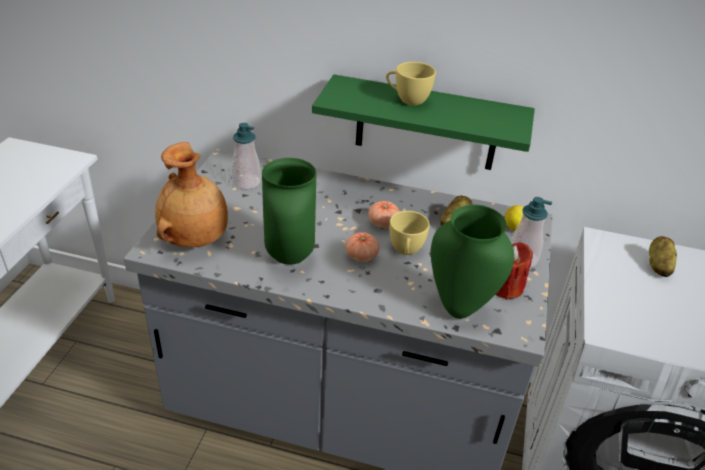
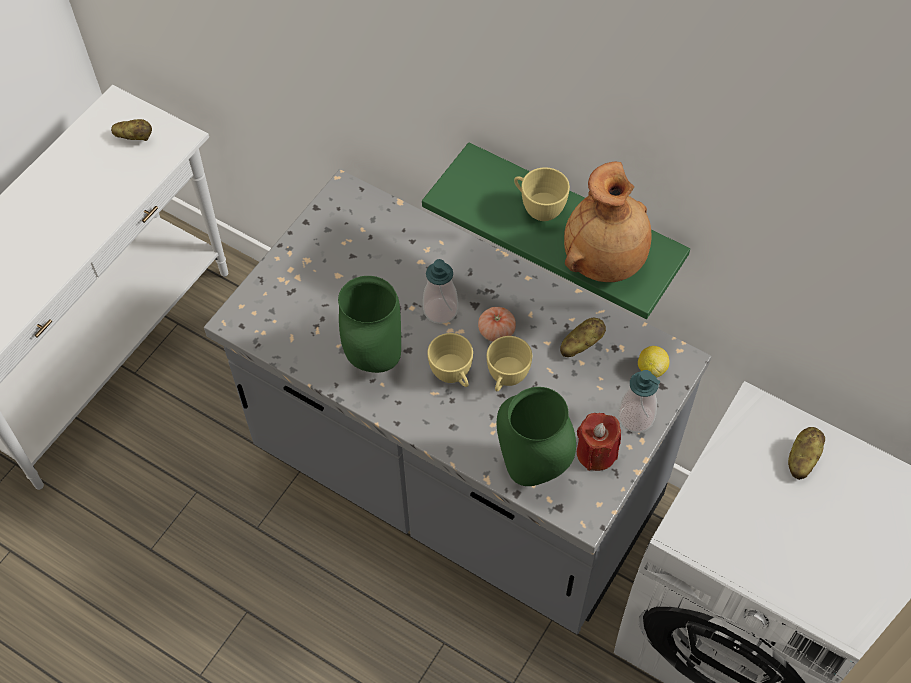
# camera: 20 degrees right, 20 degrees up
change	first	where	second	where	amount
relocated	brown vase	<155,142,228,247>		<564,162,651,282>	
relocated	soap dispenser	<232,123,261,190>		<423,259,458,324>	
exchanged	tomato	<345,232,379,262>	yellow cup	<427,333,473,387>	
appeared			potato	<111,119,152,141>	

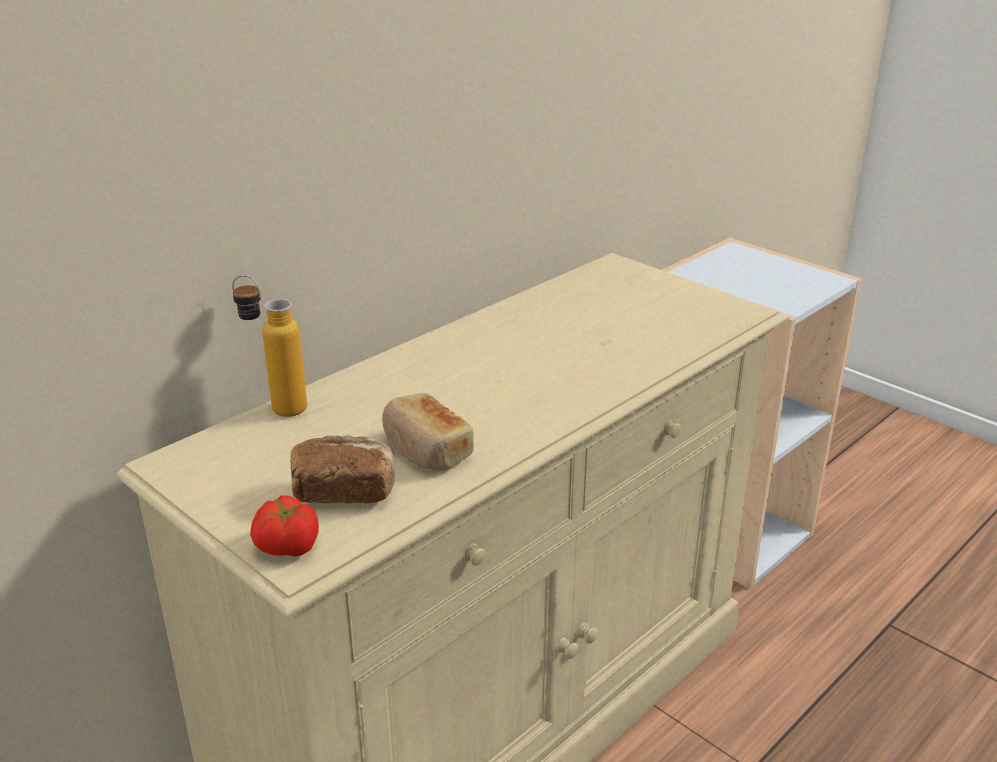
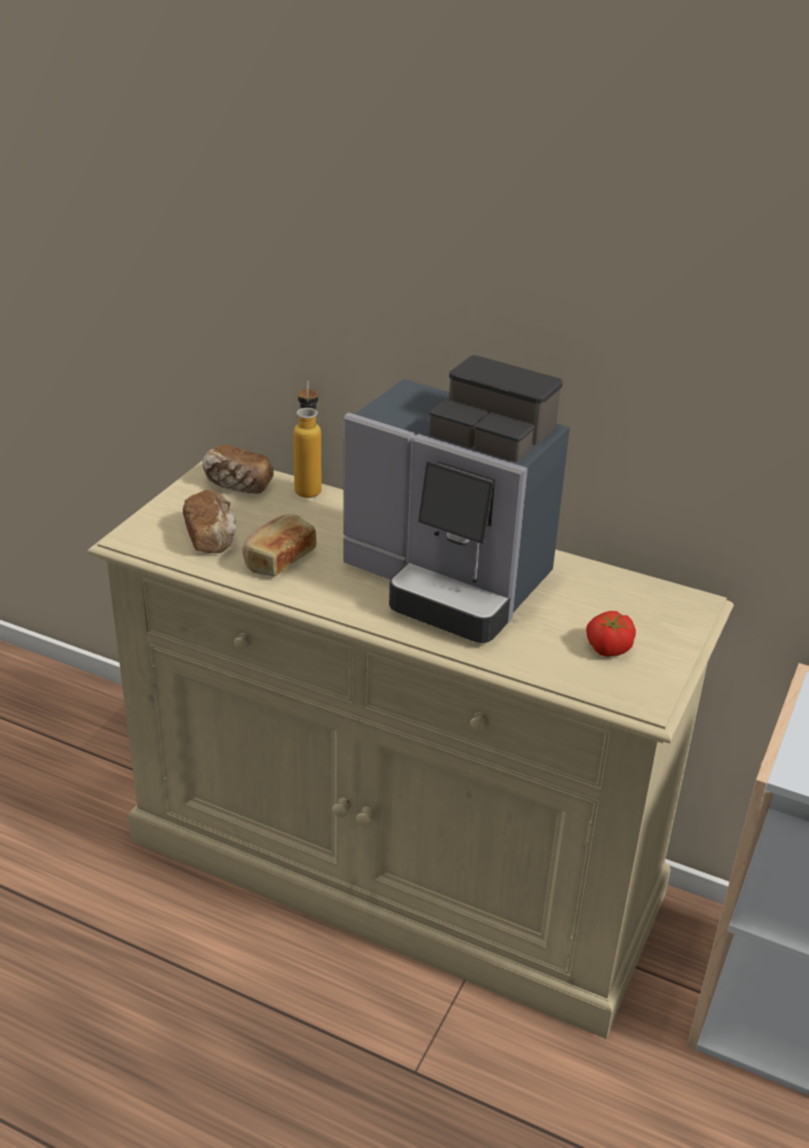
# camera: 70 degrees right, 5 degrees up
change	first	where	second	where	amount
relocated	tomato	<250,495,319,556>		<586,611,636,657>	
appeared			bread	<203,445,274,494>	
appeared			coffee machine	<343,355,570,643>	

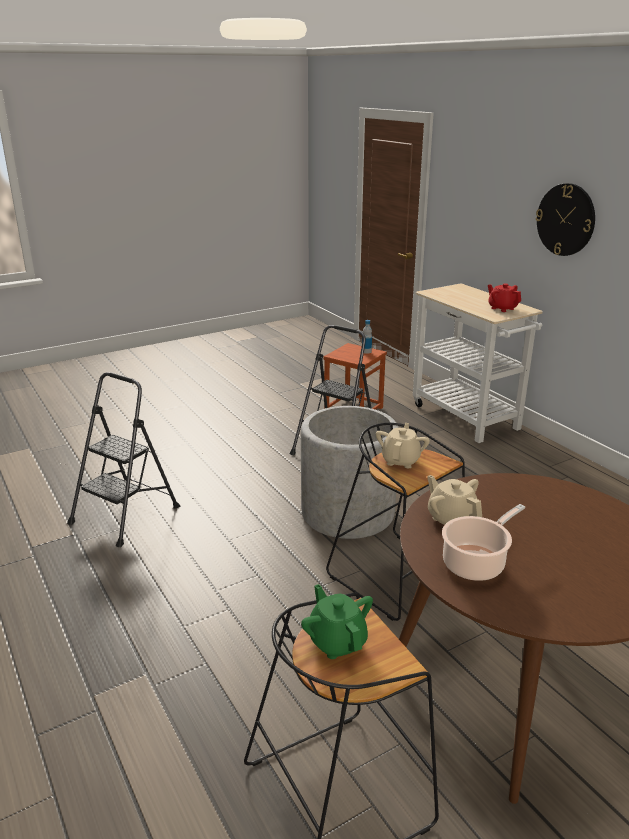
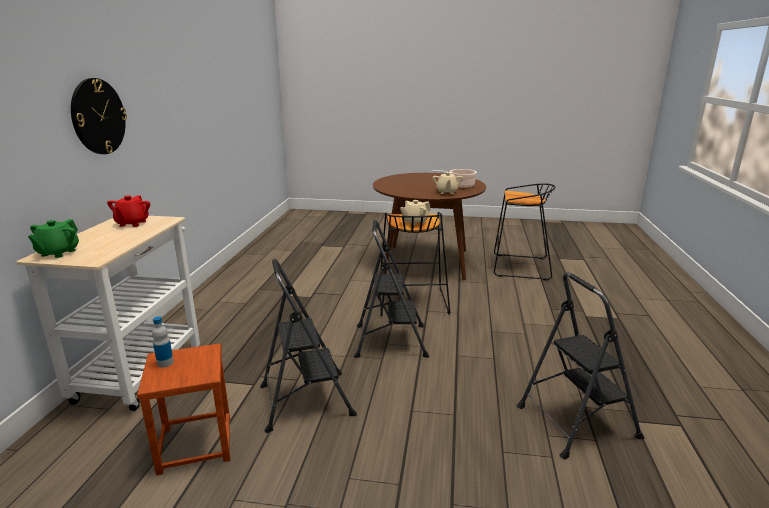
# camera: 140 degrees left, 5 degrees down
change	first	where	second	where	amount
exchanged	grey planter	<301,406,399,539>	black step ladder	<354,220,430,358>	
relocated	green teapot	<301,584,373,659>		<28,219,79,258>	

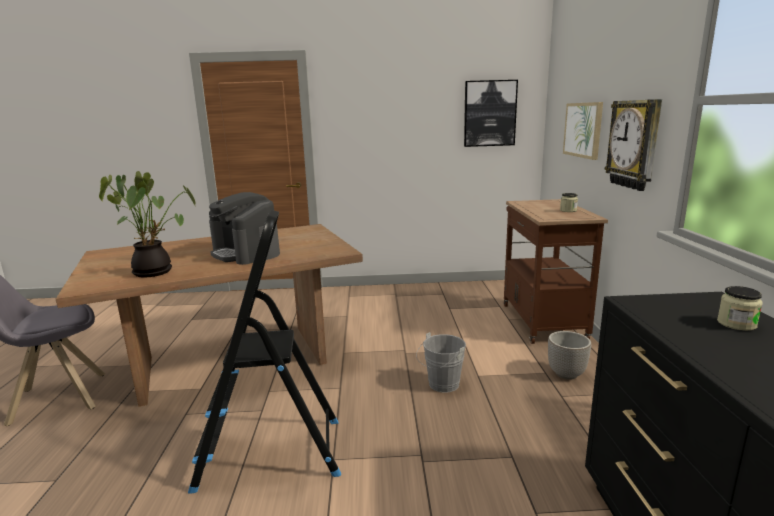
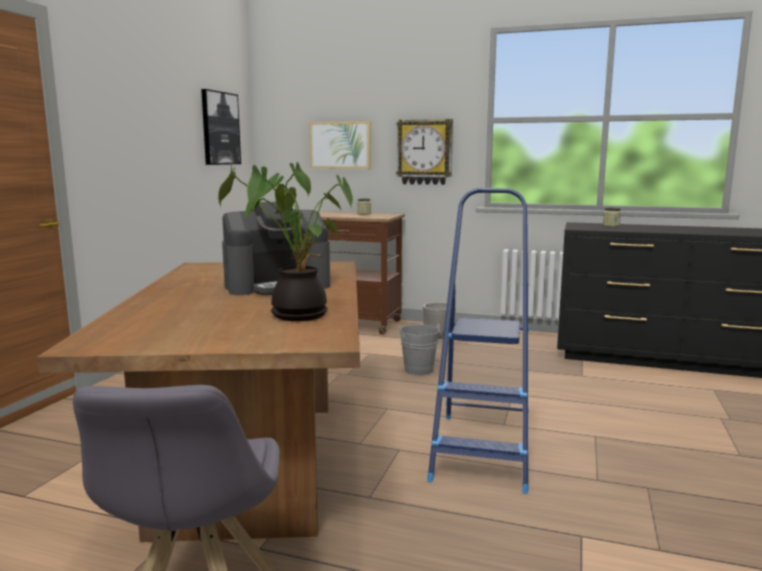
# camera: 70 degrees left, 5 degrees down
change	first	where	second	where	amount
colour	black step ladder	<188,210,341,494>	blue step ladder	<427,188,529,494>	

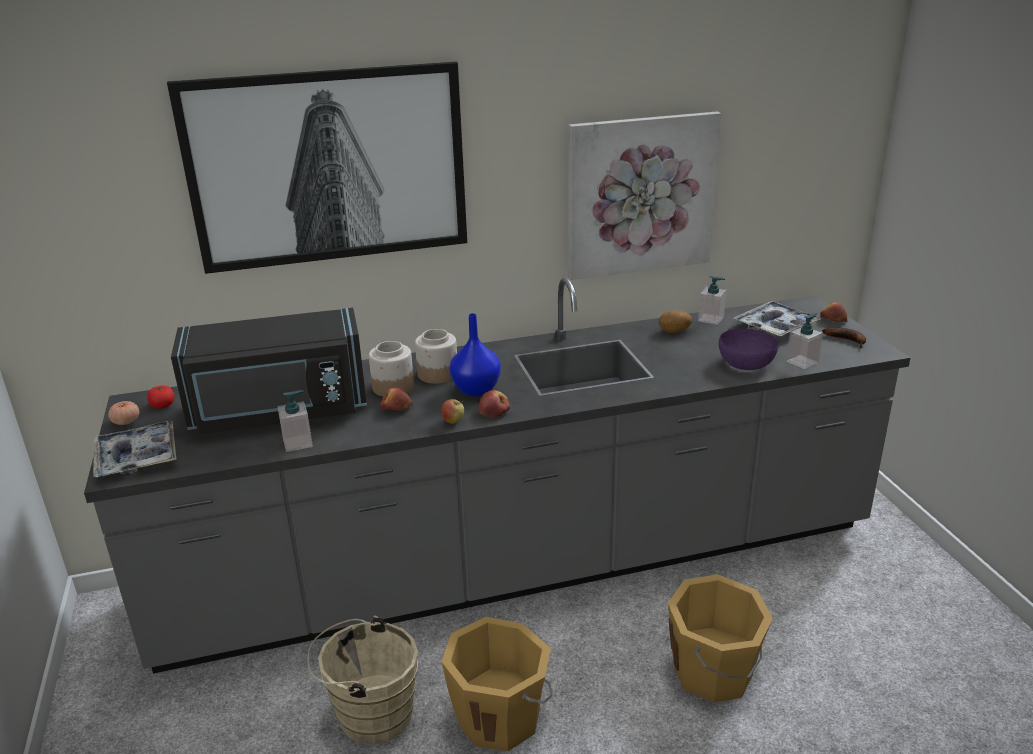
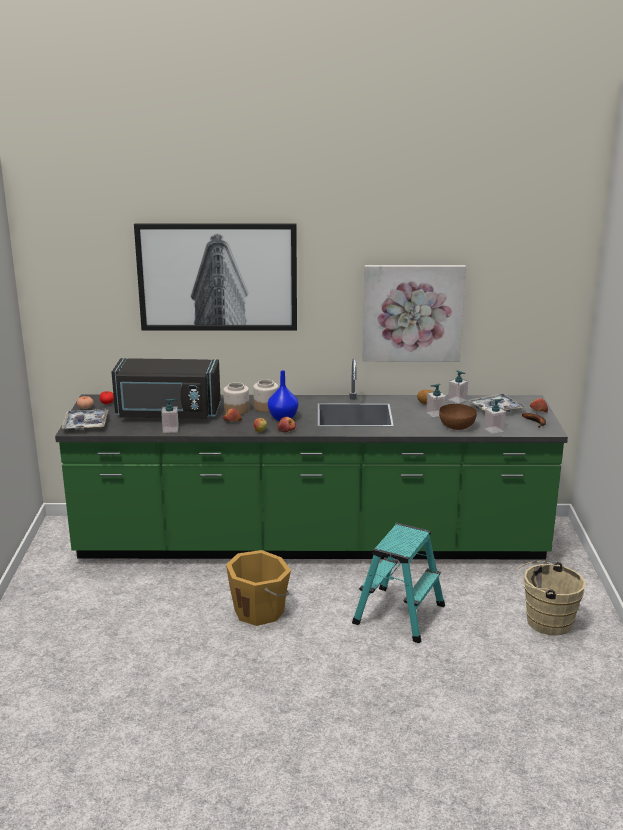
# camera: 15 degrees right, 5 degrees down
change	first	where	second	where	amount
colour	grey counter	<84,278,910,674>	green counter	<55,359,568,559>	
relocated	beige bucket	<308,615,418,744>		<518,561,586,635>	
exchanged	orange bucket	<668,574,773,703>	turquoise step ladder	<352,523,445,643>	
colour	purple bowl	<719,329,778,370>	brown bowl	<439,404,477,430>	
appeared			soap dispenser	<426,384,447,417>	

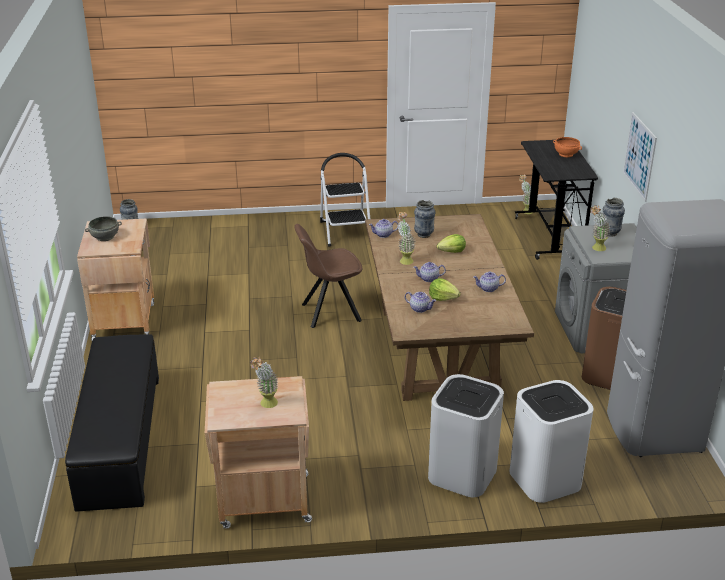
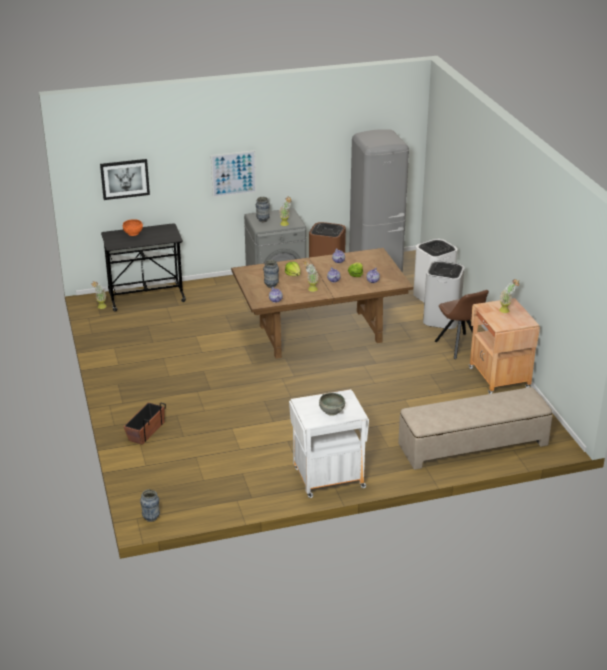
# camera: 100 degrees left, 0 degrees up
change	first	where	second	where	amount
colour	black bench	<65,334,159,512>	beige bench	<398,387,552,470>	
colour	brown cart	<77,219,155,340>	white cart	<289,389,369,498>	
relocated	brown chair	<294,224,362,328>		<434,290,489,359>	
missing	step ladder	<320,153,370,247>			
appeared			picture	<100,159,150,200>	
appeared			planter	<123,402,166,445>	

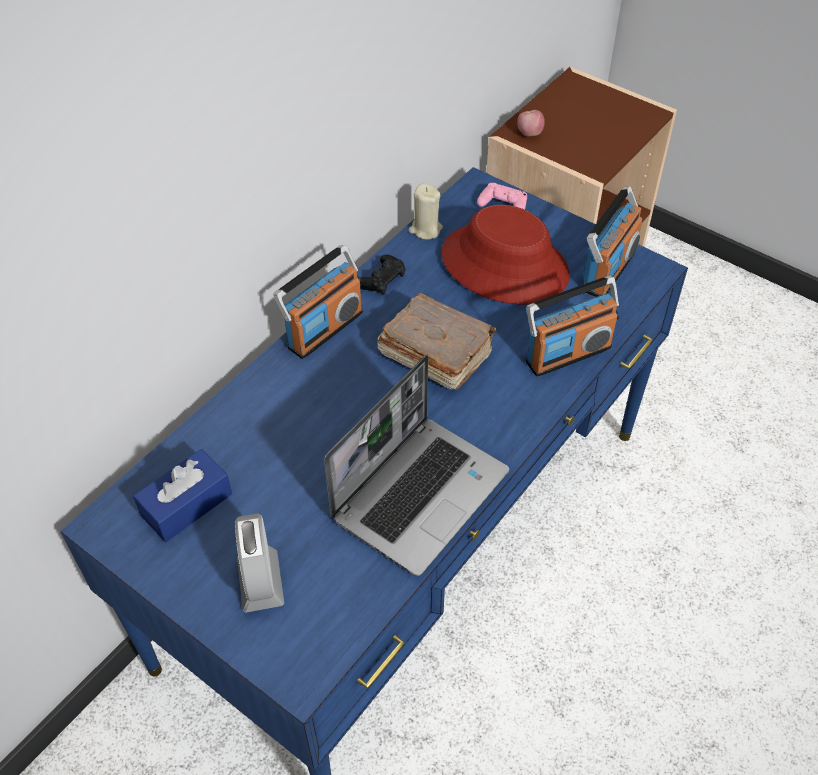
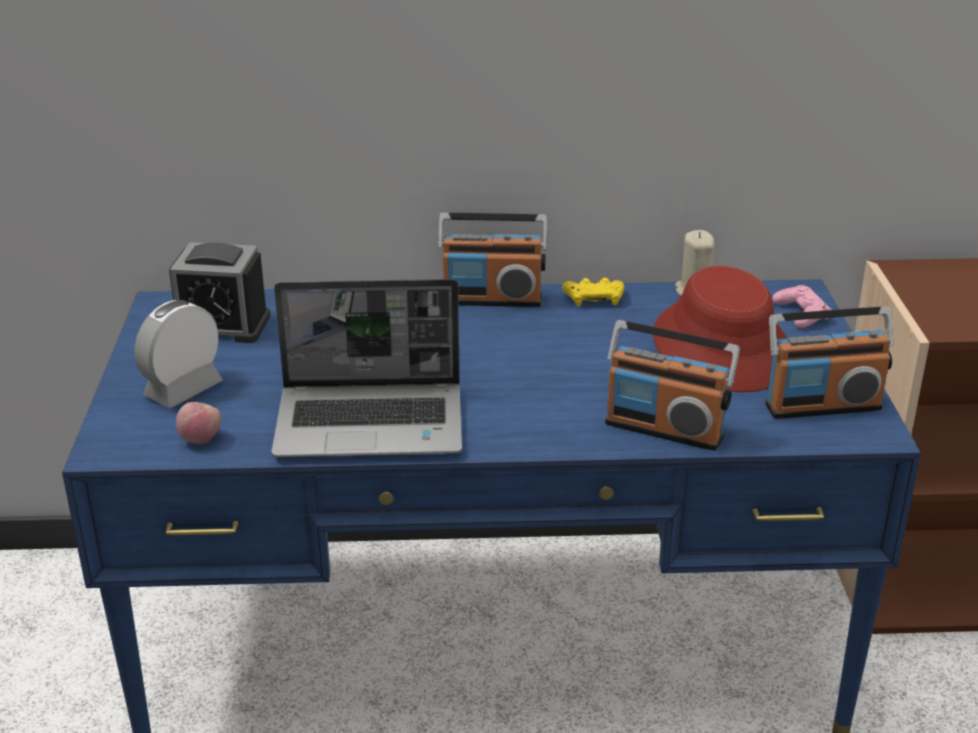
# camera: 50 degrees right, 20 degrees down
change	first	where	second	where	amount
exchanged	blue tissue box	<133,449,232,542>	alarm clock	<169,242,270,343>	
colour	black game controller	<360,255,406,295>	yellow game controller	<562,278,624,306>	
missing	brown book	<377,293,496,390>			
relocated	apple	<517,110,545,136>		<176,402,221,444>	

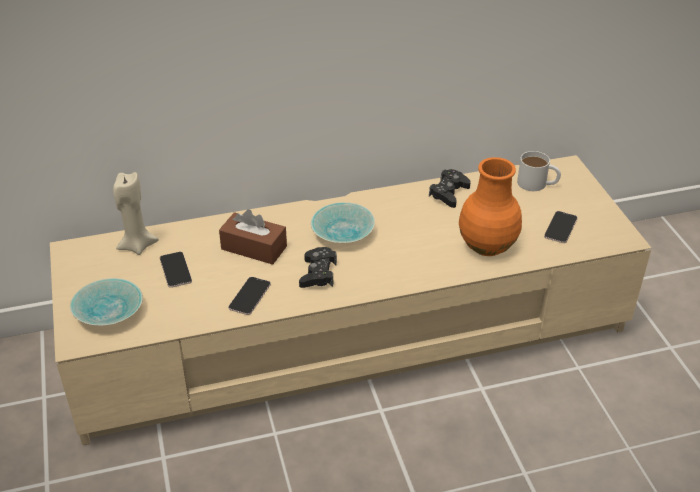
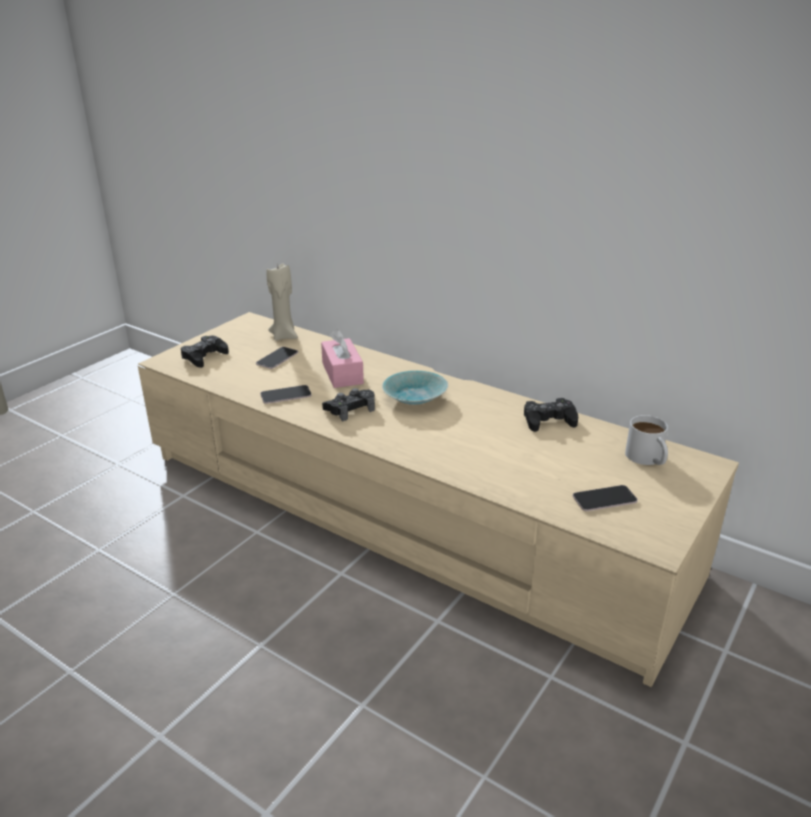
# camera: 50 degrees right, 10 degrees down
change	first	where	second	where	amount
exchanged	turquoise bowl	<70,278,143,326>	black game controller	<181,336,229,368>	
colour	brown tissue box	<219,209,287,265>	pink tissue box	<321,329,364,388>	
missing	orange vase	<459,157,522,256>			

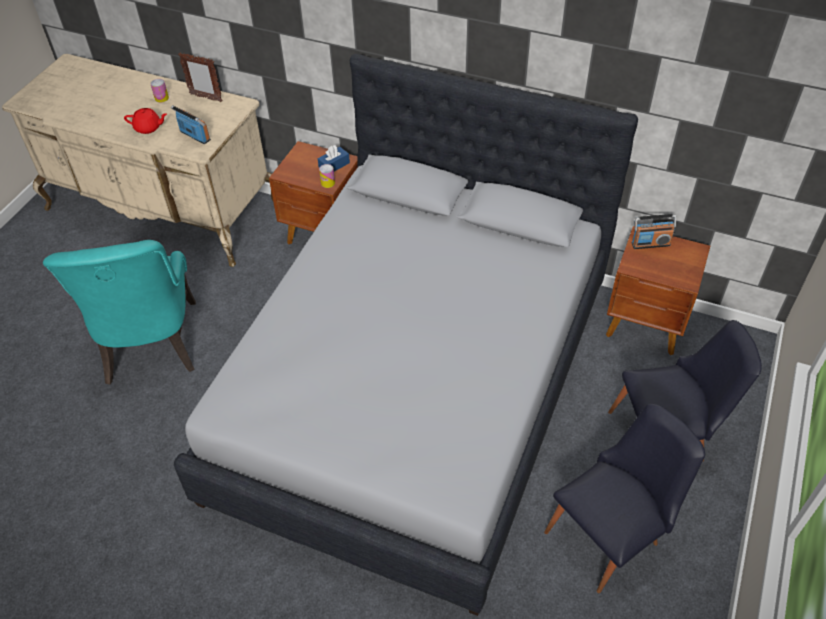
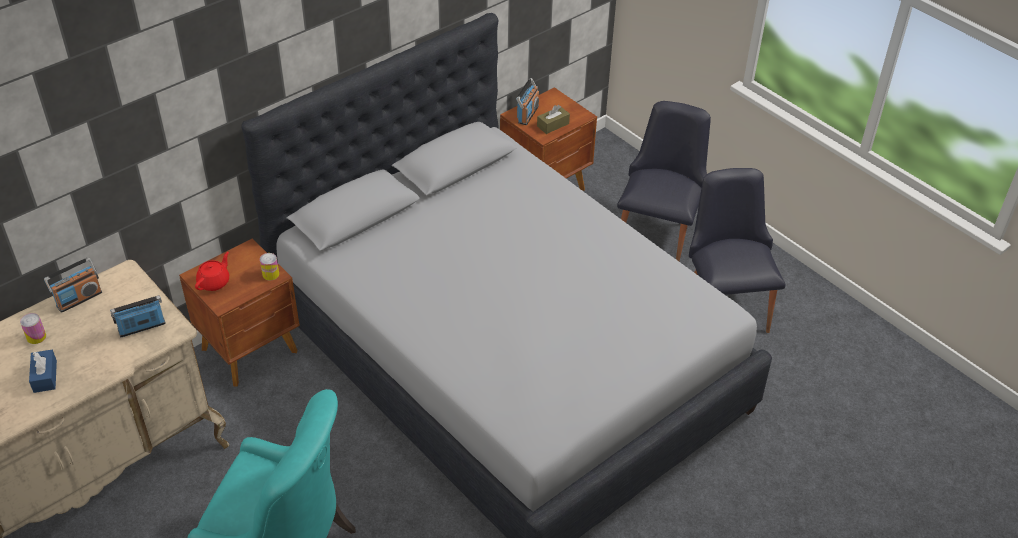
# camera: 65 degrees left, 5 degrees down
change	first	where	second	where	amount
relocated	red teapot	<124,108,167,134>		<195,252,229,291>	
exchanged	picture frame	<178,52,223,102>	radio	<44,257,102,313>	
relocated	blue tissue box	<318,145,350,171>		<29,350,57,393>	
appeared			brown tissue box	<537,105,570,134>	

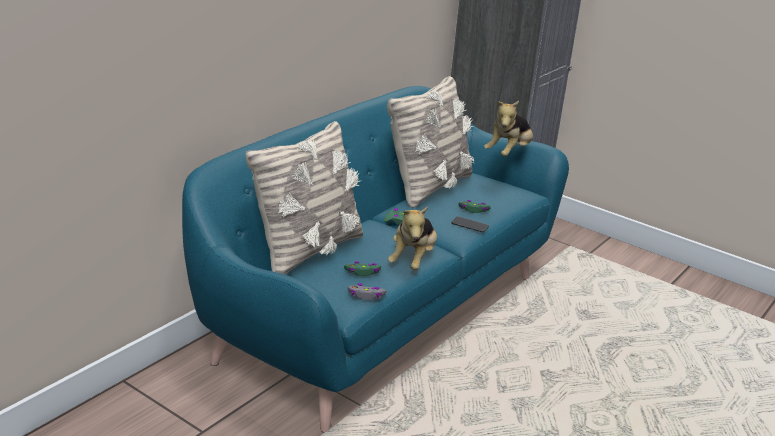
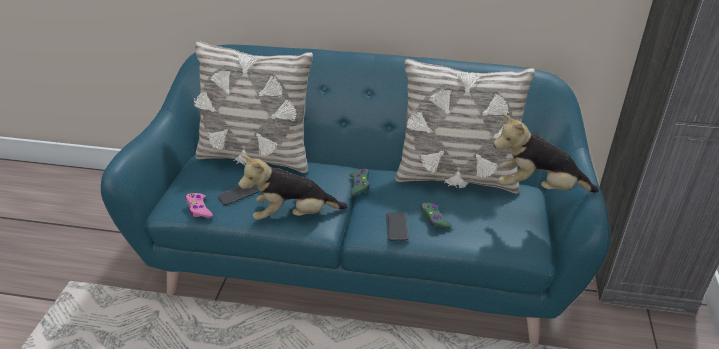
# camera: 65 degrees right, 10 degrees up
change	first	where	second	where	amount
exchanged	green game controller	<344,261,381,276>	phone	<217,186,259,205>	
colour	grey game controller	<348,283,386,300>	pink game controller	<186,193,213,218>	

